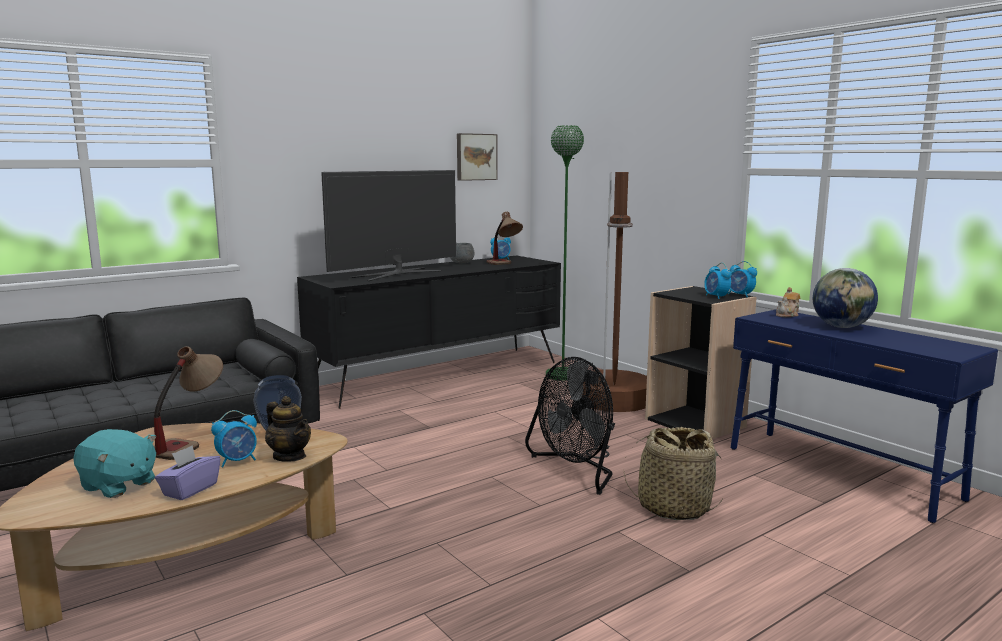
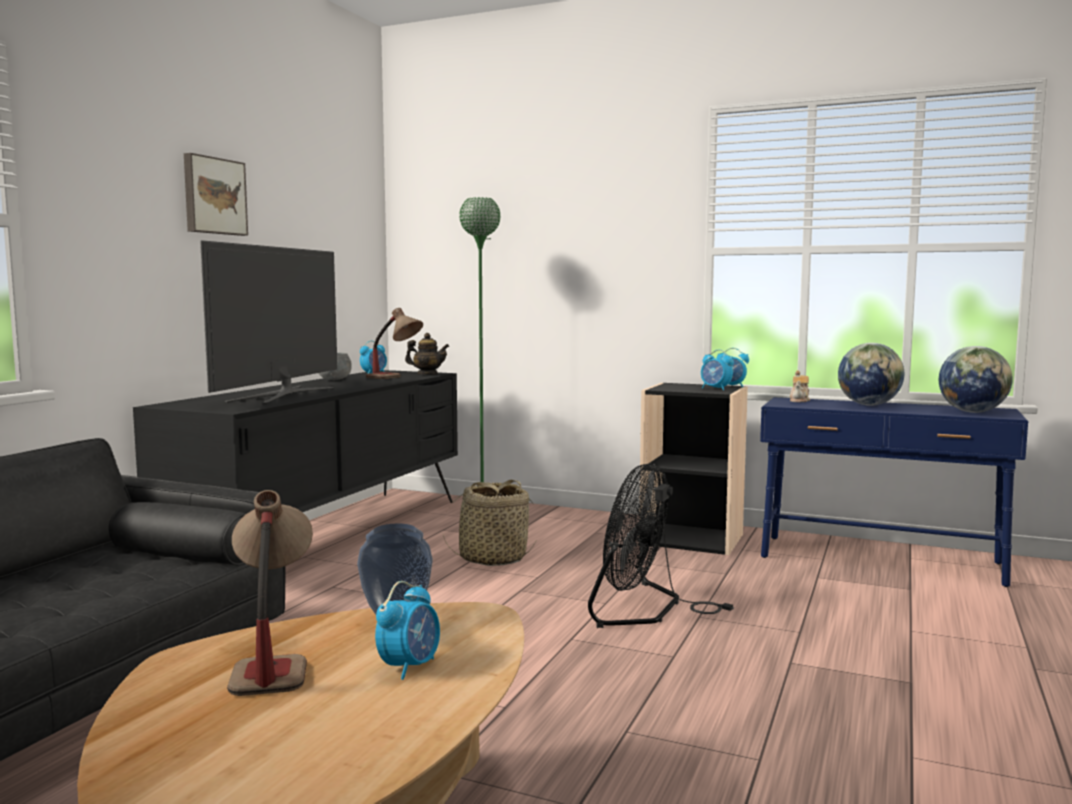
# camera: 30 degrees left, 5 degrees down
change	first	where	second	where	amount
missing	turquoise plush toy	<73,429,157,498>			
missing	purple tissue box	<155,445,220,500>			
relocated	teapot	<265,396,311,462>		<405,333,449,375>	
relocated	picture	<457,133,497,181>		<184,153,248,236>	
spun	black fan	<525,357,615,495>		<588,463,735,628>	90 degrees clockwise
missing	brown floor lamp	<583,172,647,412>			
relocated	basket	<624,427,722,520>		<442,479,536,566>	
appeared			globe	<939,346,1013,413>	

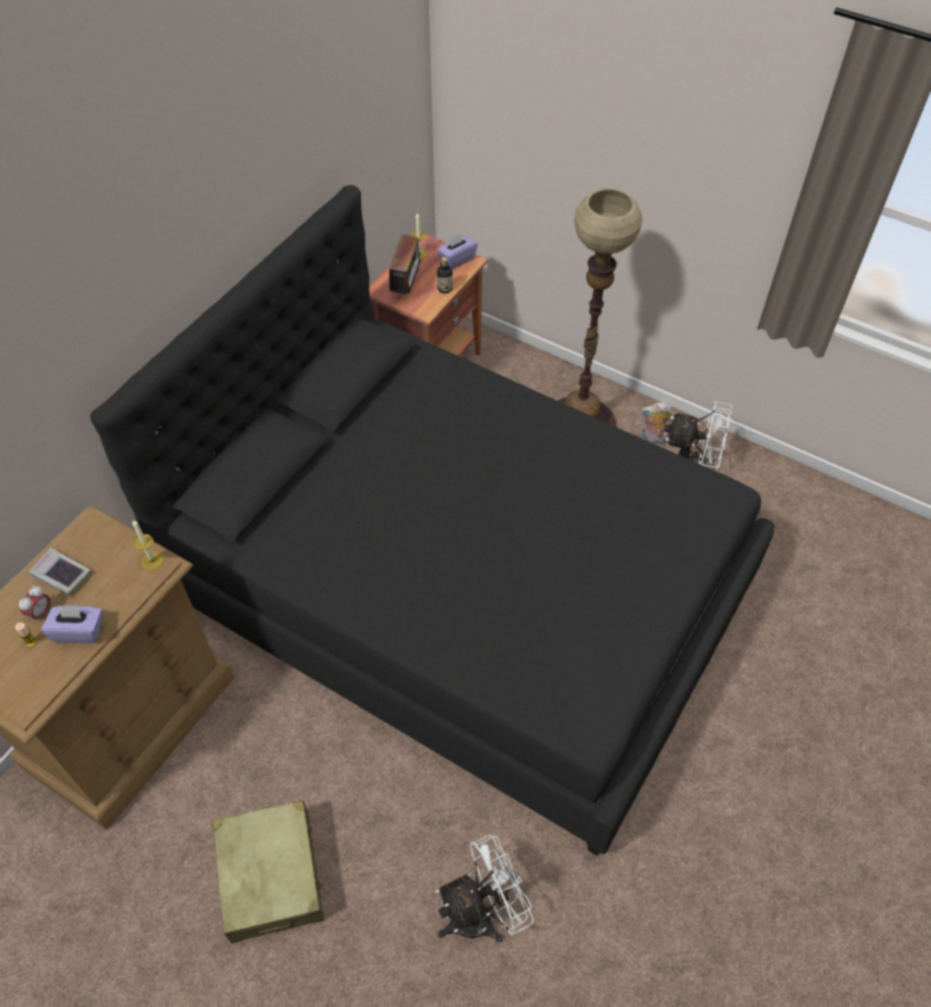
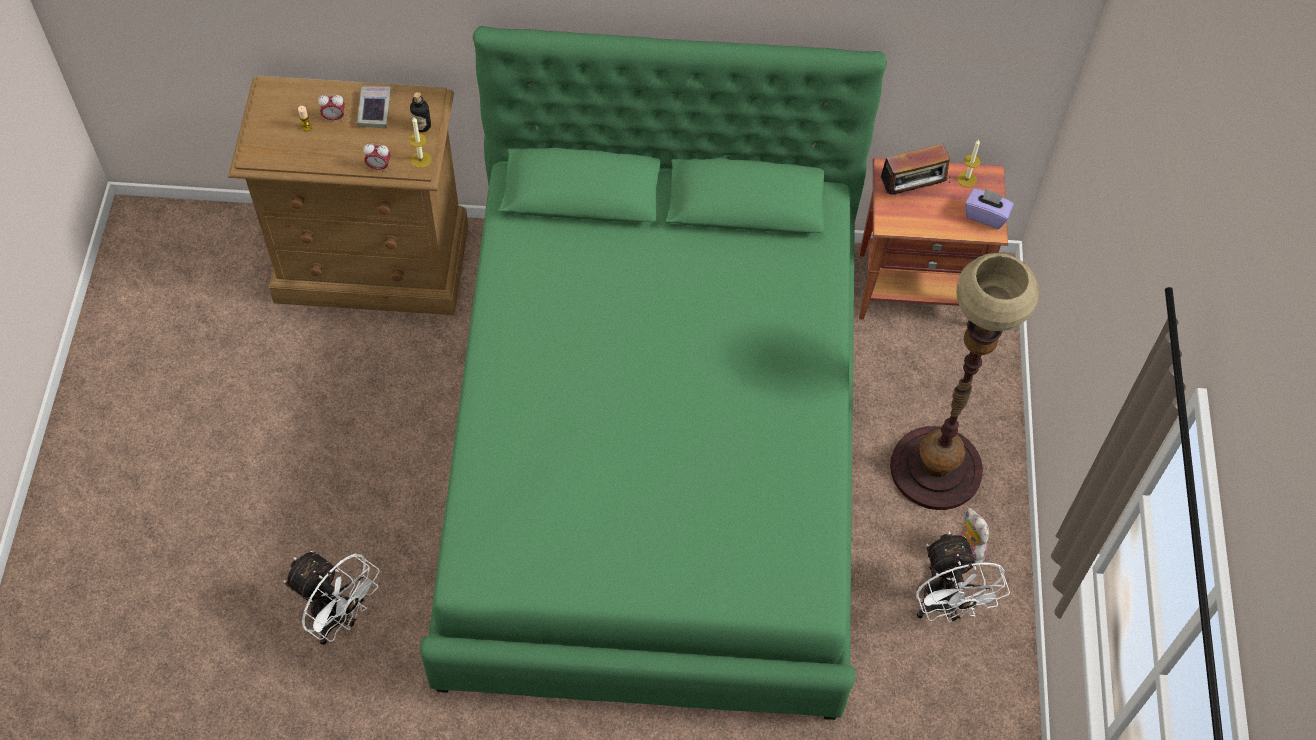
# camera: 60 degrees right, 5 degrees up
change	first	where	second	where	amount
missing	purple tissue box	<41,605,102,643>			
colour	black bed	<90,185,775,856>	green bed	<420,26,887,720>	
missing	beige suitcase	<212,800,324,944>			
relocated	bottle	<437,257,453,293>		<410,92,431,132>	
appeared			alarm clock	<363,143,391,171>	

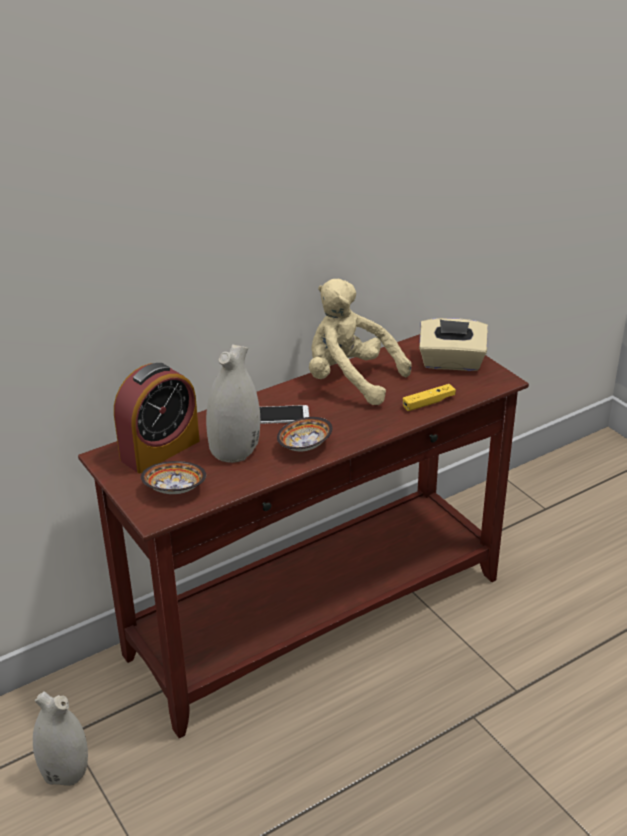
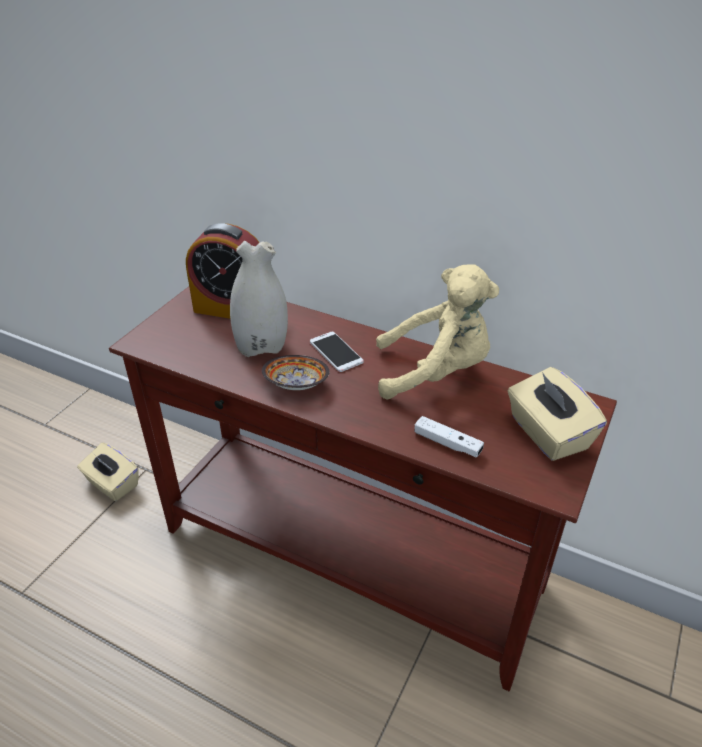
# camera: 60 degrees right, 5 degrees up
change	first	where	second	where	amount
exchanged	white vase	<33,691,88,786>	beige tissue box	<77,443,139,501>	
missing	bowl	<141,461,206,494>			
spun	beige plush toy	<309,279,411,405>		<376,264,499,400>	90 degrees clockwise
colour	yellow game controller	<403,384,456,411>	white game controller	<414,416,484,458>	

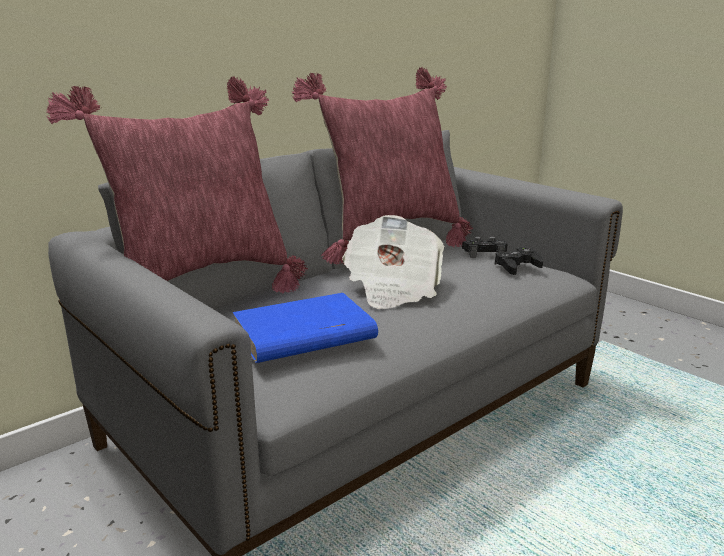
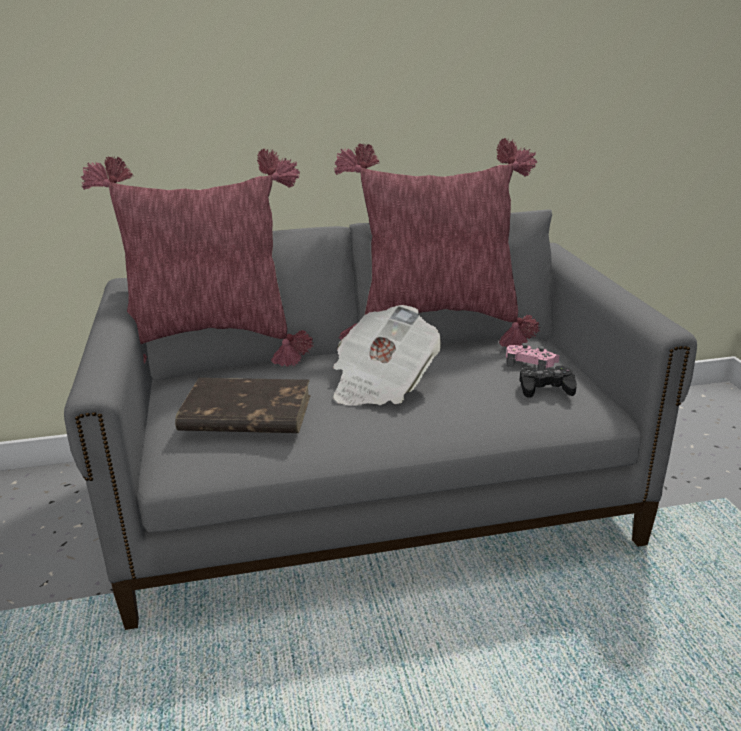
# camera: 30 degrees right, 5 degrees up
change	first	where	second	where	amount
colour	blue book	<232,293,378,363>	brown book	<175,378,311,433>	
colour	black game controller	<462,237,508,258>	pink game controller	<506,343,559,370>	

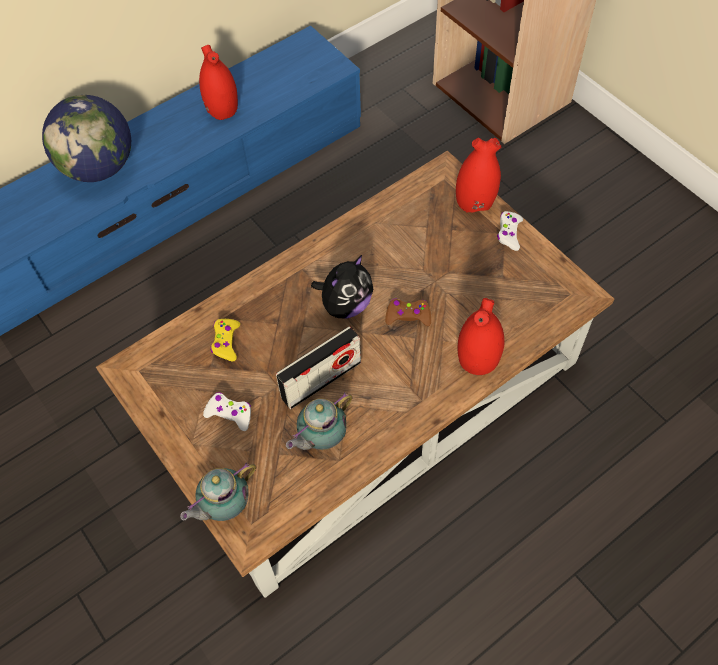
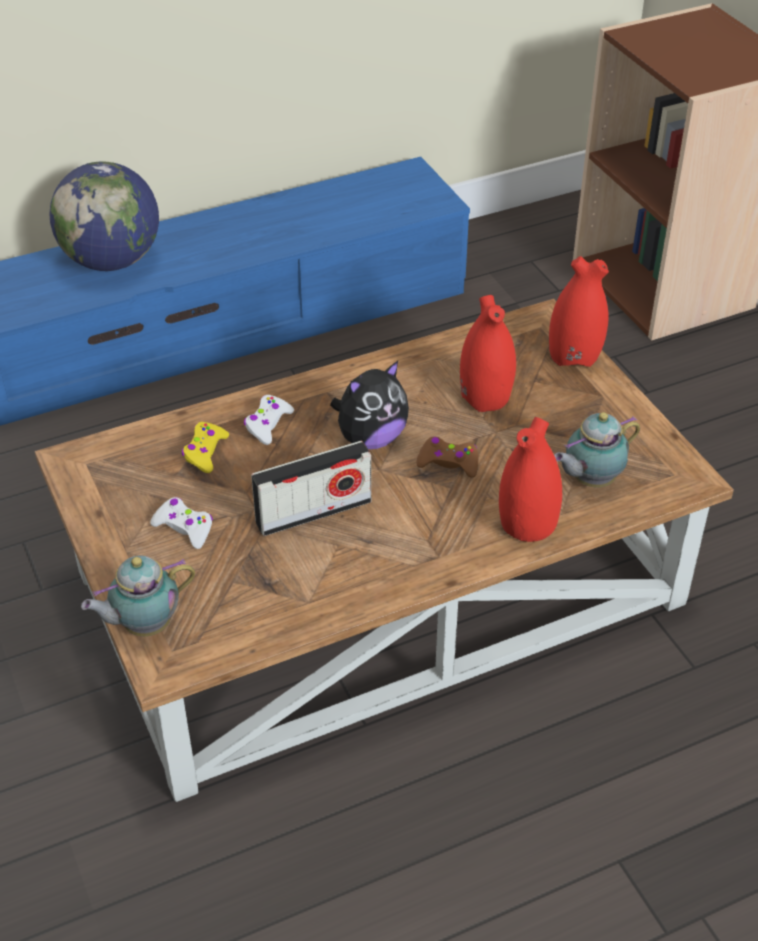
# camera: 10 degrees right, 15 degrees down
change	first	where	second	where	amount
relocated	red vase	<199,45,238,120>		<460,295,516,412>	
relocated	teapot	<286,393,353,450>		<554,412,640,488>	
relocated	white game controller	<497,211,523,251>		<244,395,294,445>	

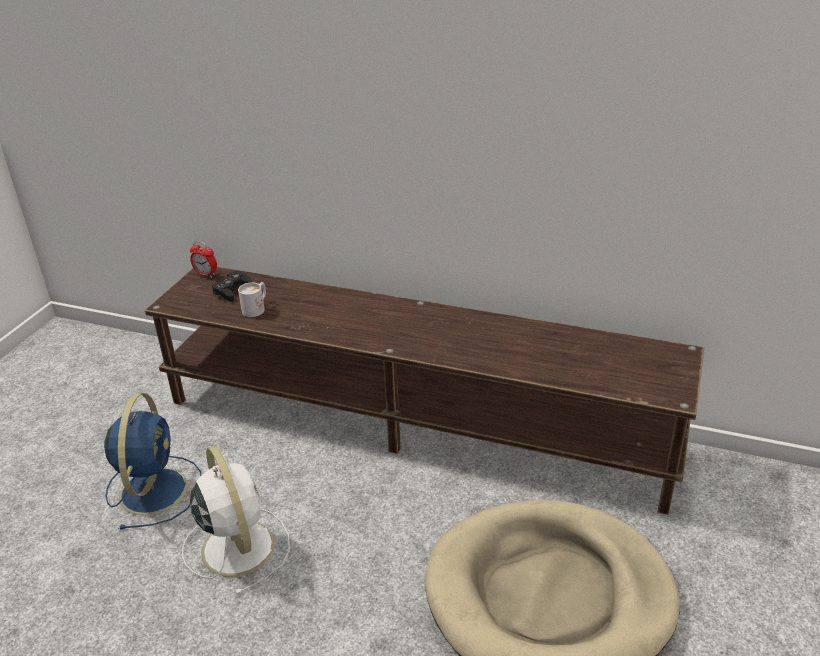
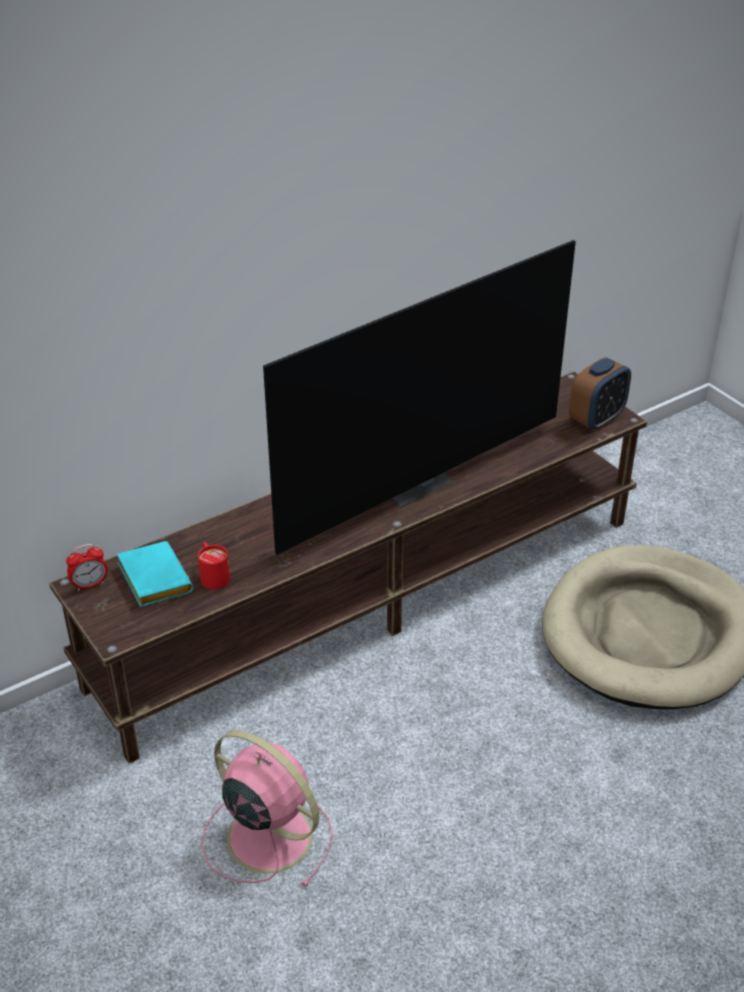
# camera: 55 degrees left, 5 degrees up
change	first	where	second	where	amount
colour	blue fan	<104,393,201,530>	pink fan	<201,730,333,888>	
missing	white fan	<182,446,290,595>			
exchanged	black game controller	<212,271,252,302>	turquoise book	<117,541,193,607>	
colour	white mug	<238,282,266,317>	red mug	<198,542,230,590>	
appeared			television	<263,240,576,555>	
appeared			alarm clock	<569,357,631,431>	

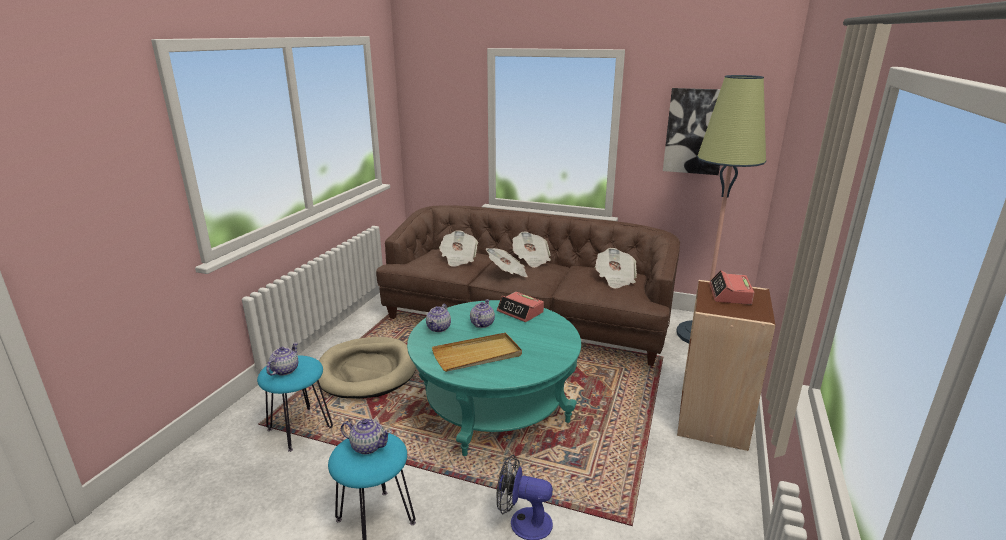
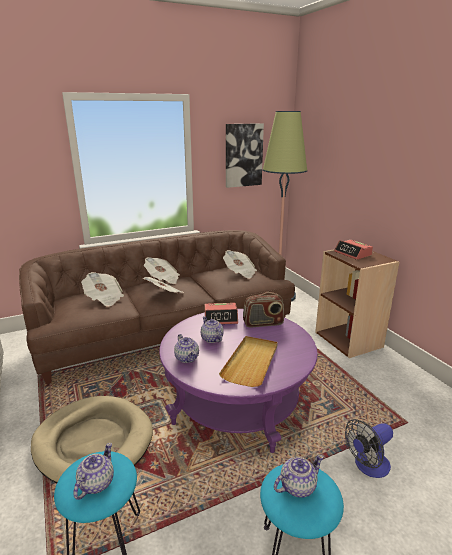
# camera: 45 degrees left, 0 degrees up
change	first	where	second	where	amount
spun	teapot	<266,342,298,376>		<73,443,114,500>	45 degrees clockwise
colour	turquoise coffee table	<407,300,581,456>	purple coffee table	<159,309,318,453>	
appeared			radio	<243,292,284,327>	

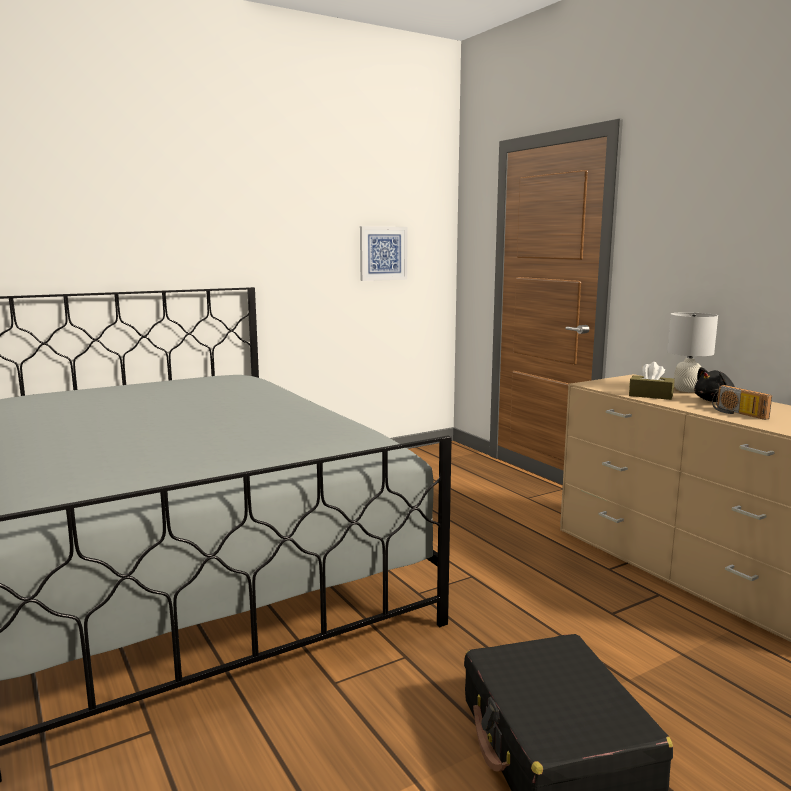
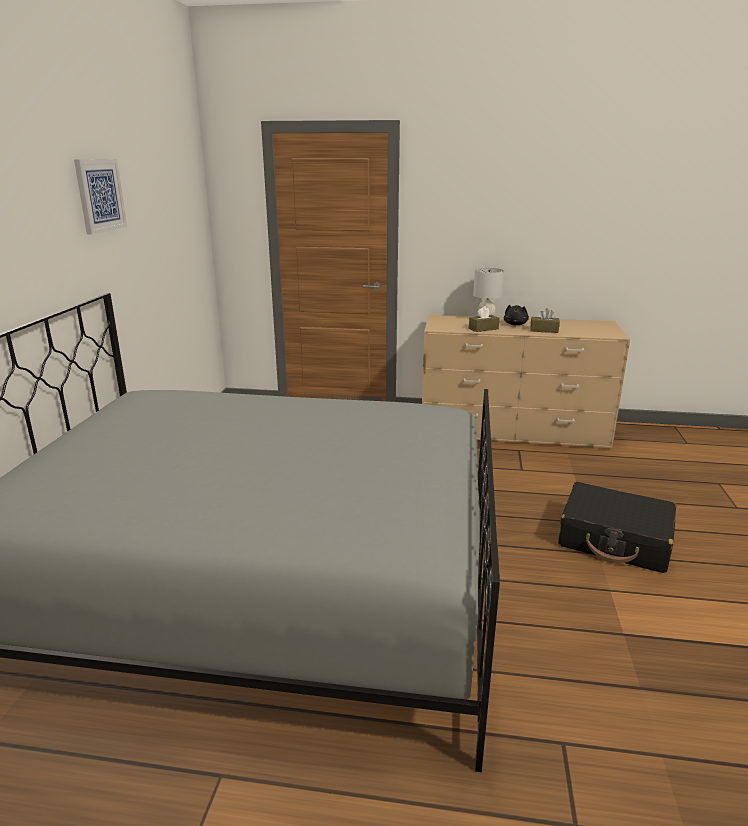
# camera: 50 degrees left, 10 degrees up
change	first	where	second	where	amount
relocated	picture	<360,226,407,281>		<74,159,127,234>	
exchanged	radio	<712,385,772,420>	brown tissue box	<530,308,560,333>	

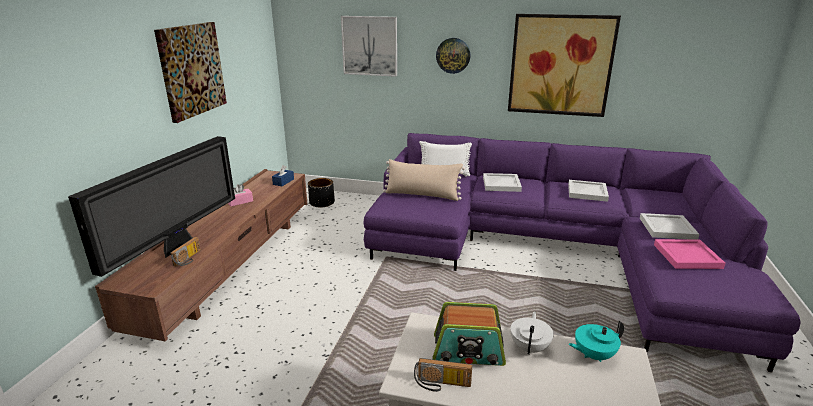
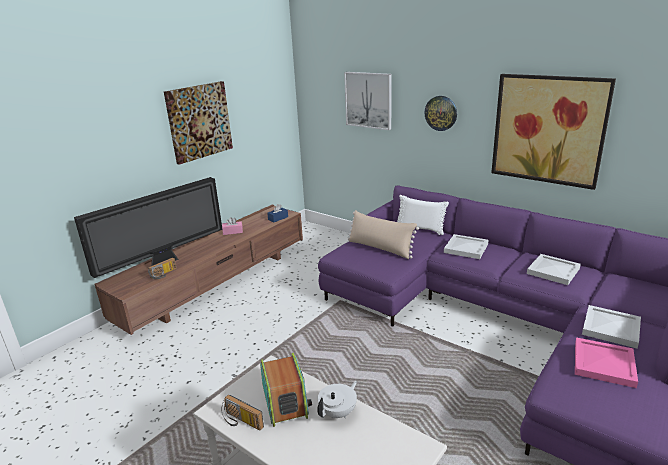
# camera: 25 degrees right, 0 degrees up
change	first	where	second	where	amount
missing	black planter	<308,178,335,208>			
spun	radio	<432,302,506,366>		<260,353,312,427>	135 degrees counterclockwise
missing	turquoise teapot	<569,321,624,362>			

